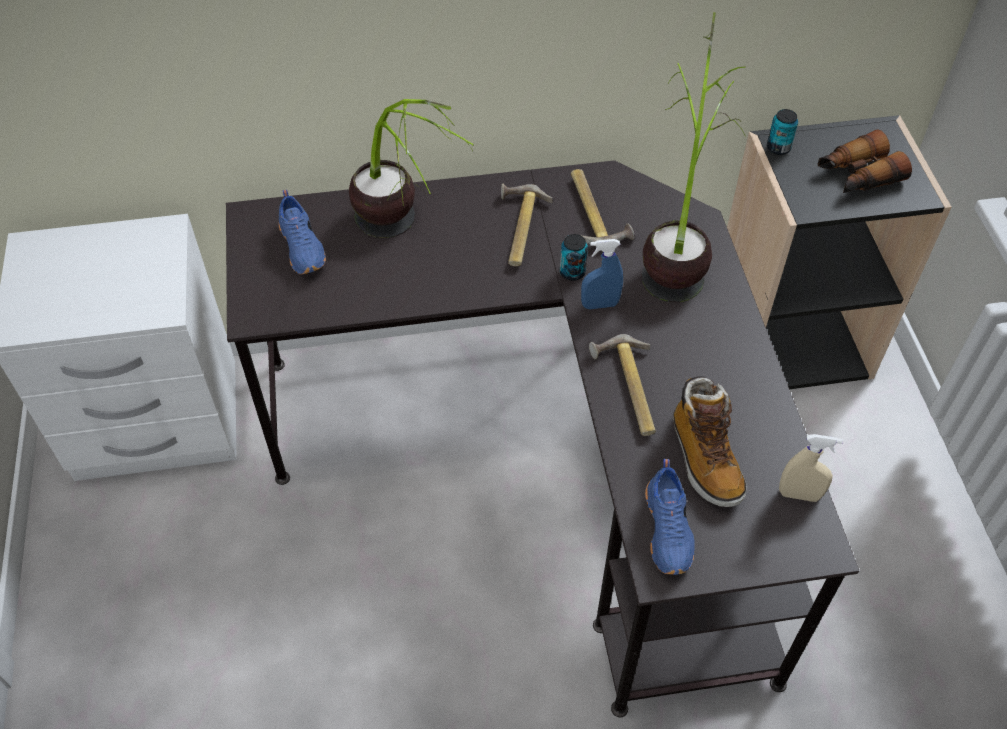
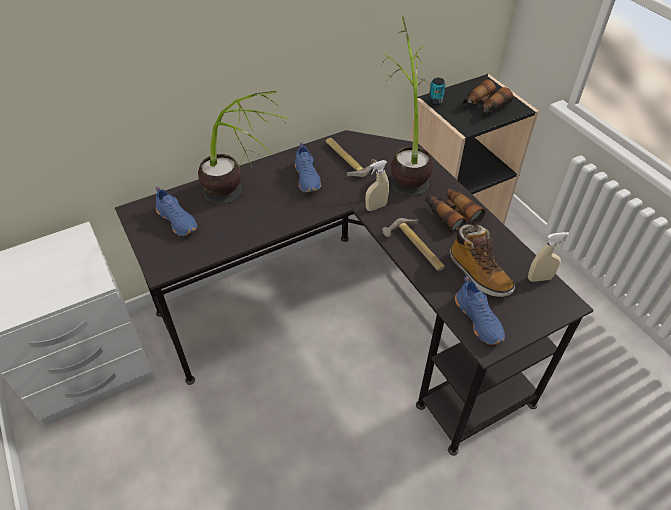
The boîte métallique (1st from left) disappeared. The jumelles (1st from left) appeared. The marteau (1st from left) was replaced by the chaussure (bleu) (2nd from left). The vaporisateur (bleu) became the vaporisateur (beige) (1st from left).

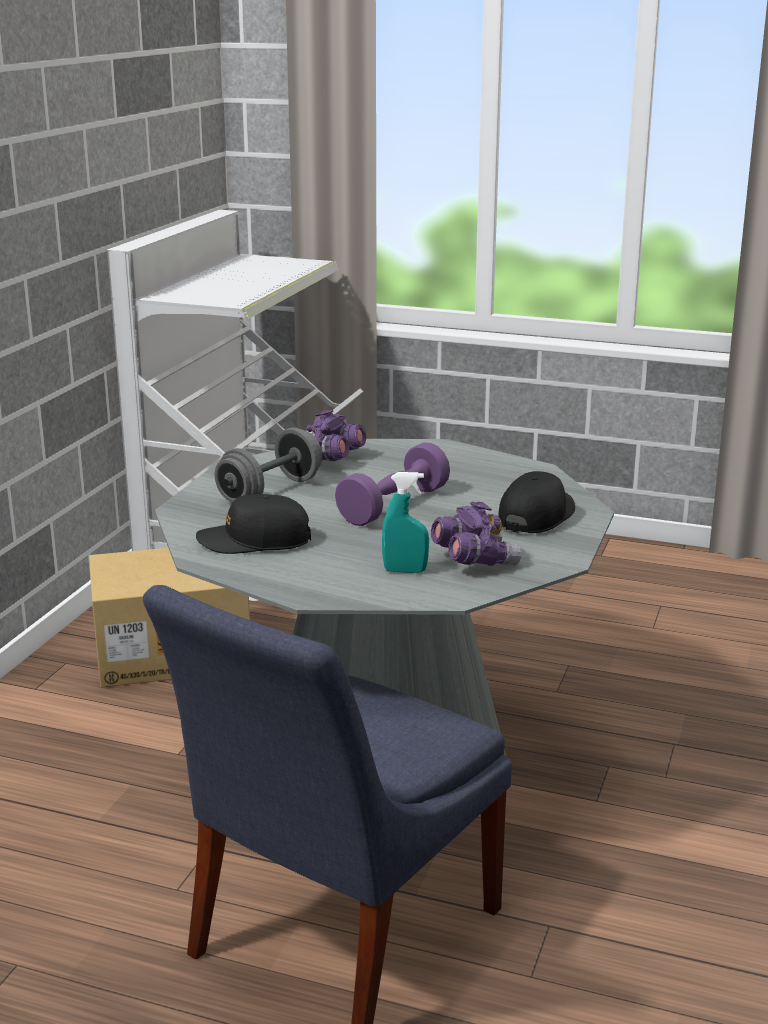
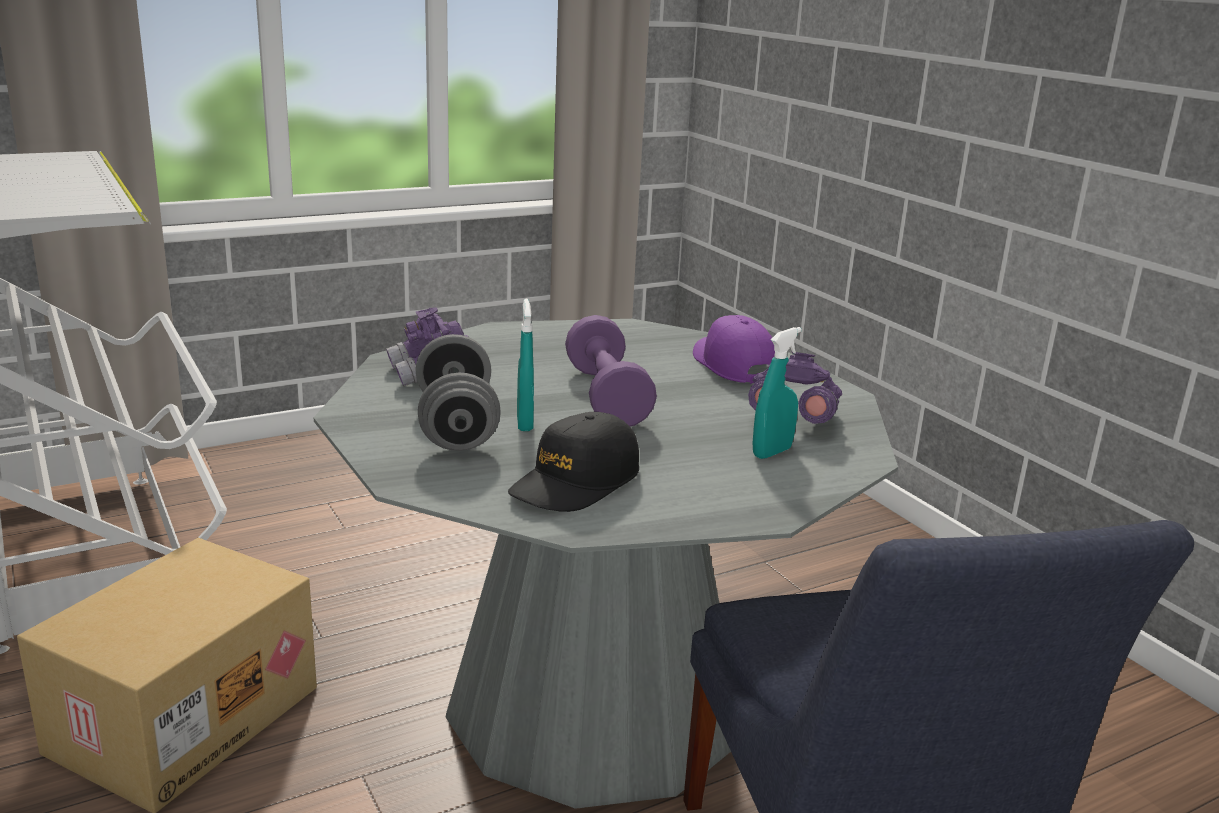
The vaporisateur (turquoise) (1st from left) appeared. The casquette (noir) (2nd from left) became the casquette (violet).

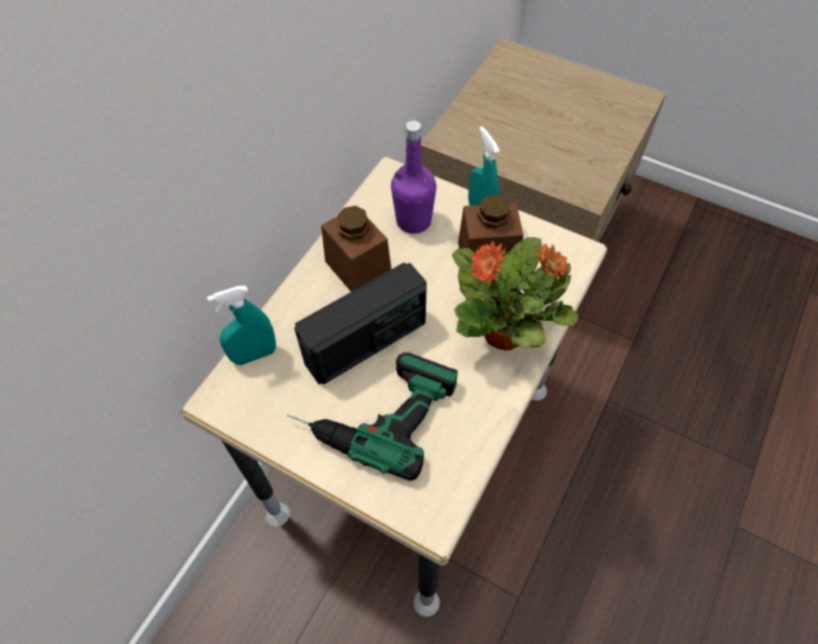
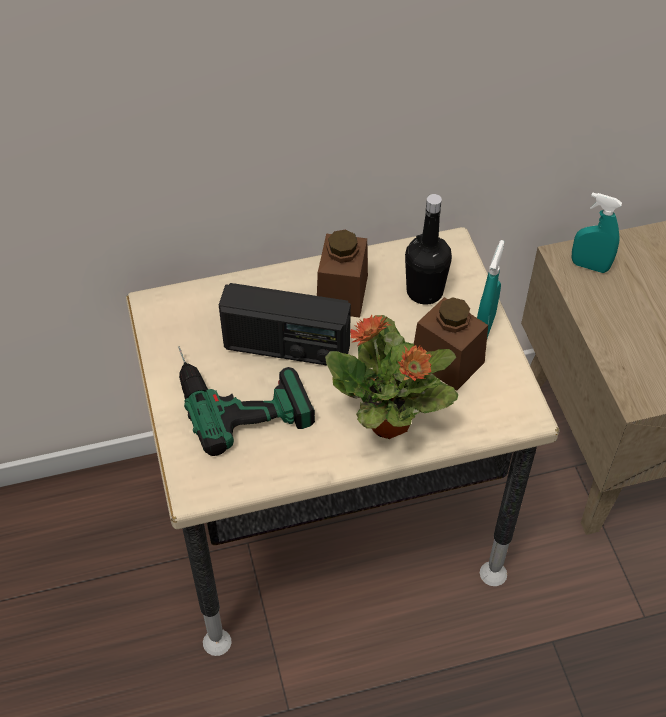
The vaporisateur (turquoise) (1st from left in the first image) moved. The bouteille (violet) became the bouteille (noir).

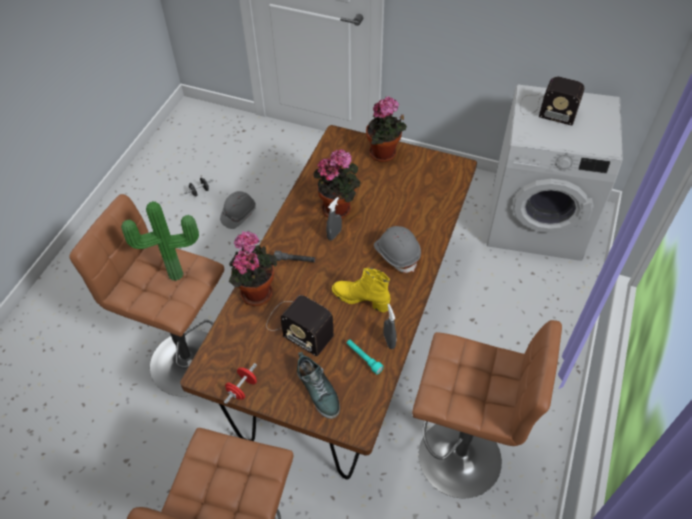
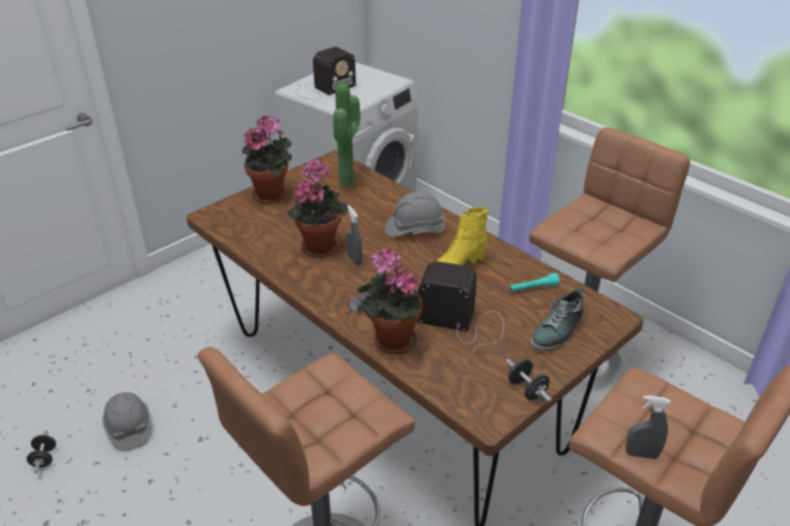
The plante en pot (1st from left in the first image) moved. The vaporisateur (gris) (2nd from left) moved. The haltère (rouge) became the haltère (noir) (2nd from left). The radio (1st from left in the first image) turned 135 degrees counterclockwise. The chaussure turned 135 degrees clockwise.

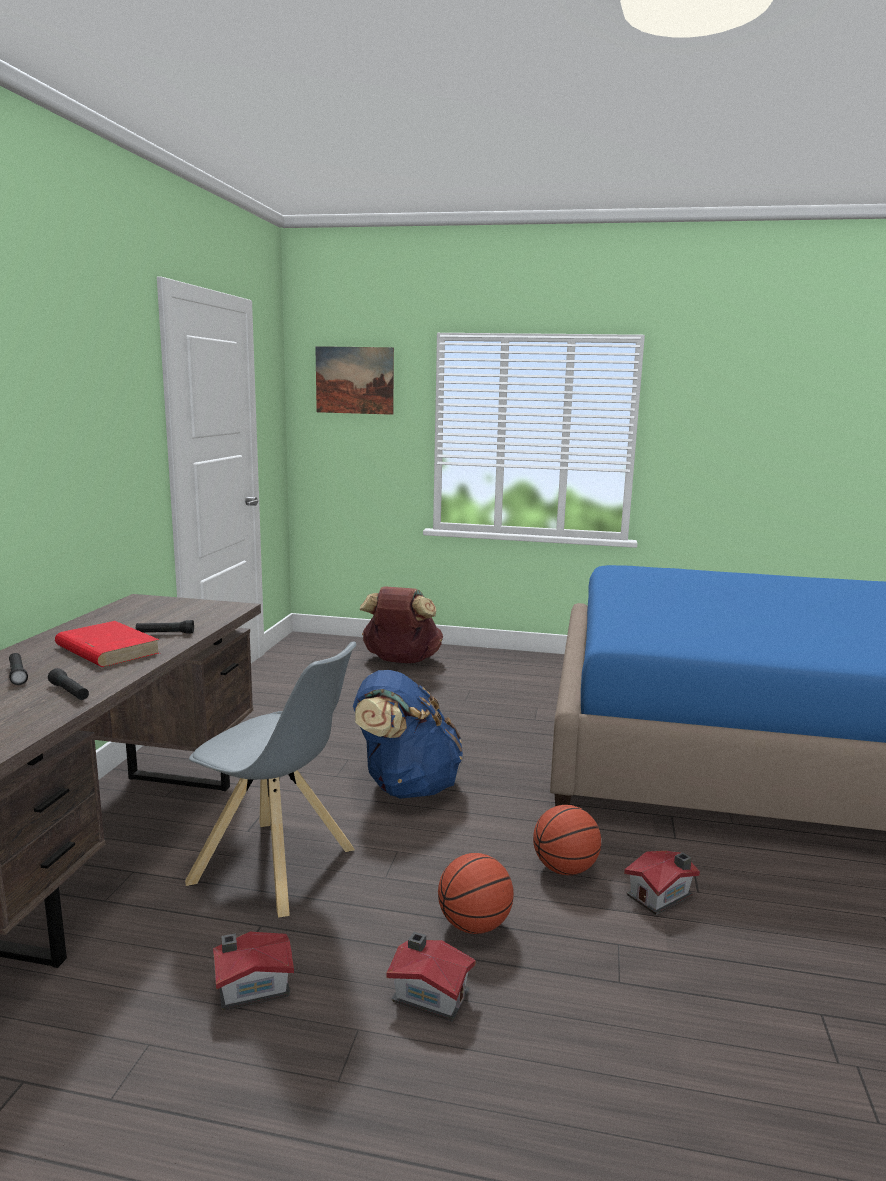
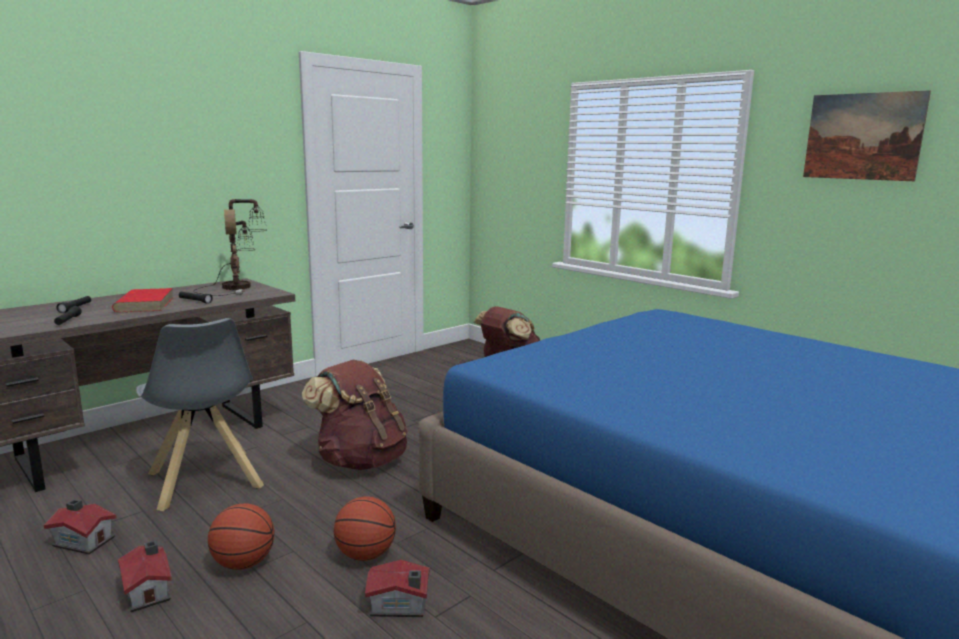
The lampe de table appeared. The tableau moved. The sac à dos (bleu) became the sac à dos (marron) (1st from left).

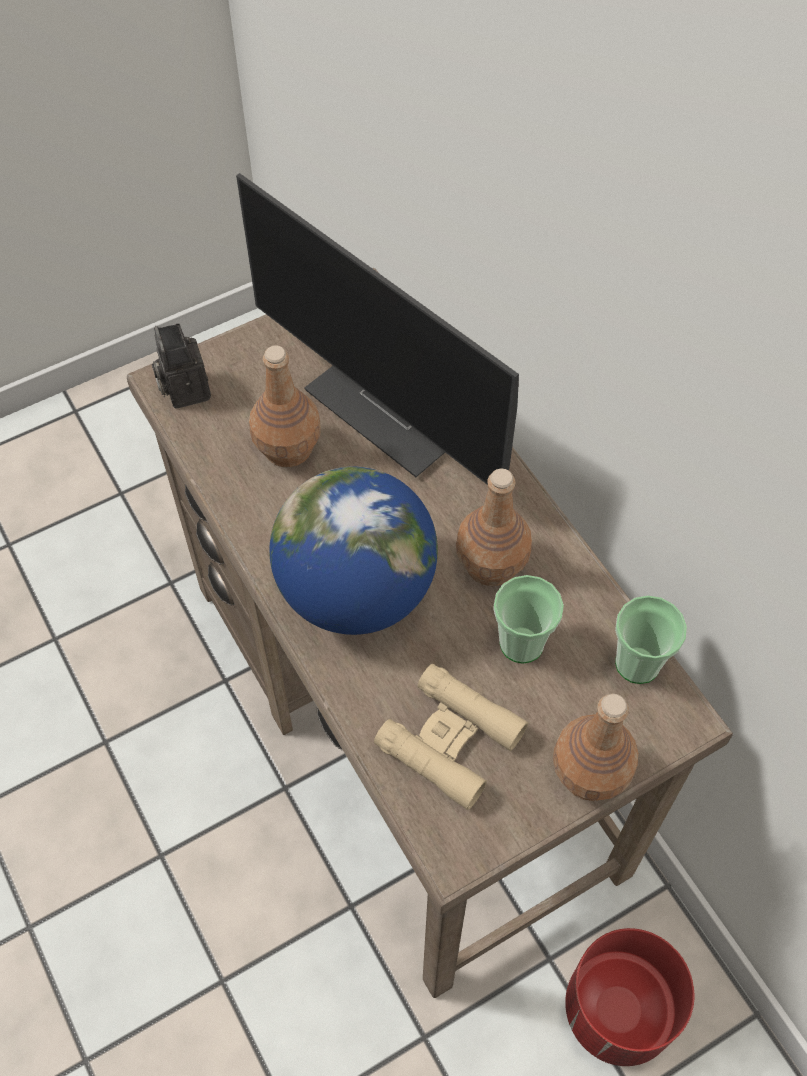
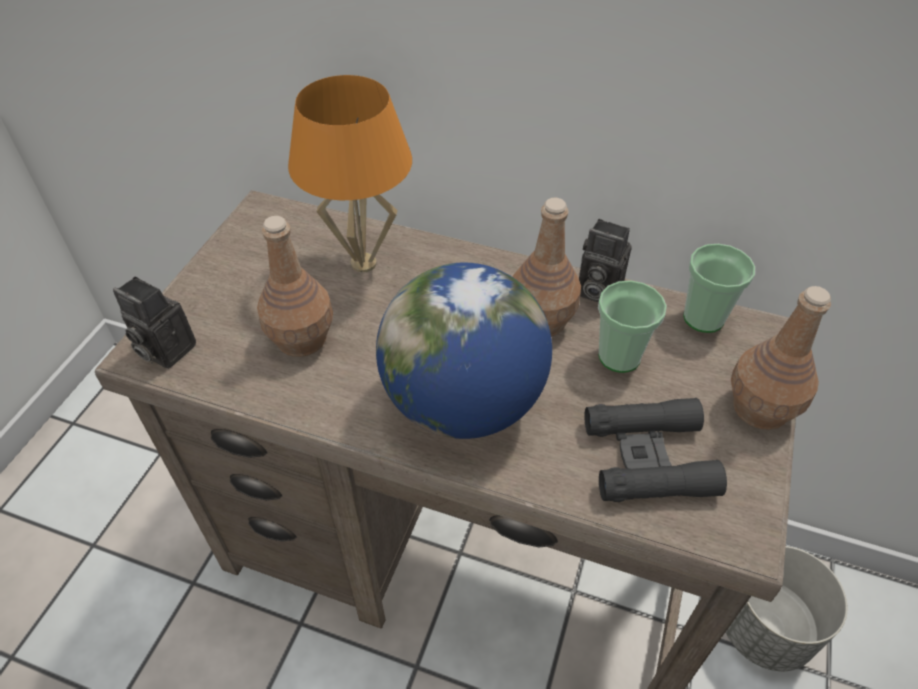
The appareil photo (2nd from left) appeared. The écran d'ordinateur was replaced by the lampe de table (orange). The jumelles (beige) became the jumelles (noir). The cache-pot (rouge) became the cache-pot (gris).

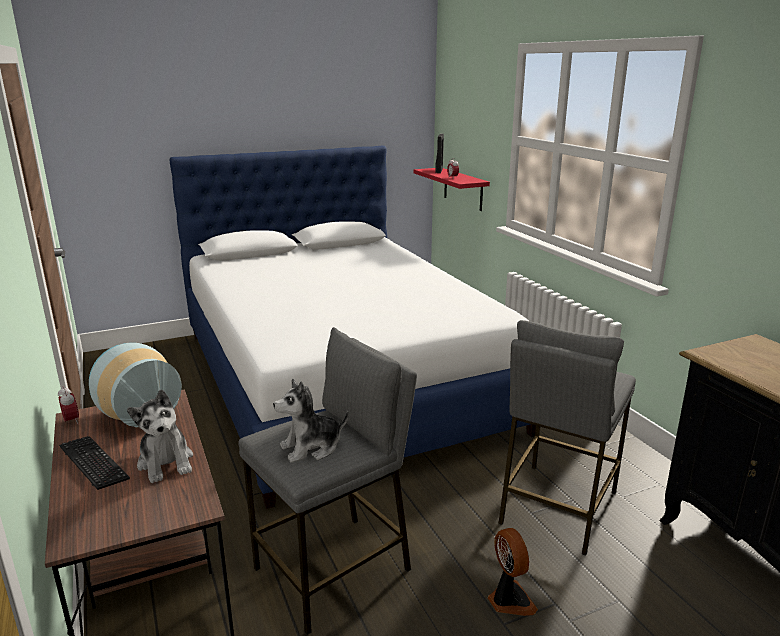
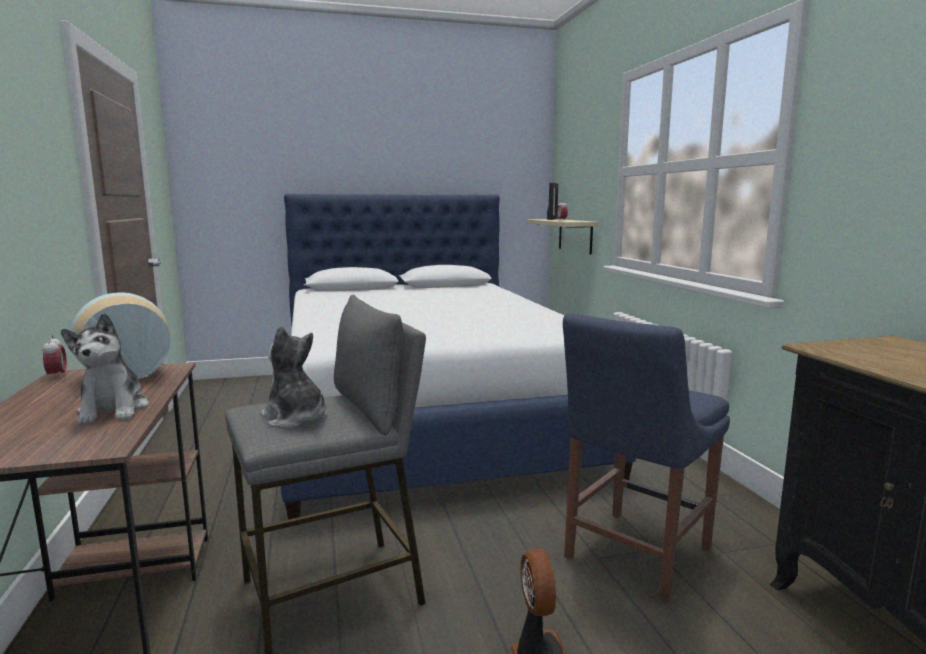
The clavier disappeared. The tabouret (gris) (2nd from left) was replaced by the chaise (bleu). The étagère (rouge) became the étagère (beige). The peluche (2nd from left) turned 60 degrees clockwise.

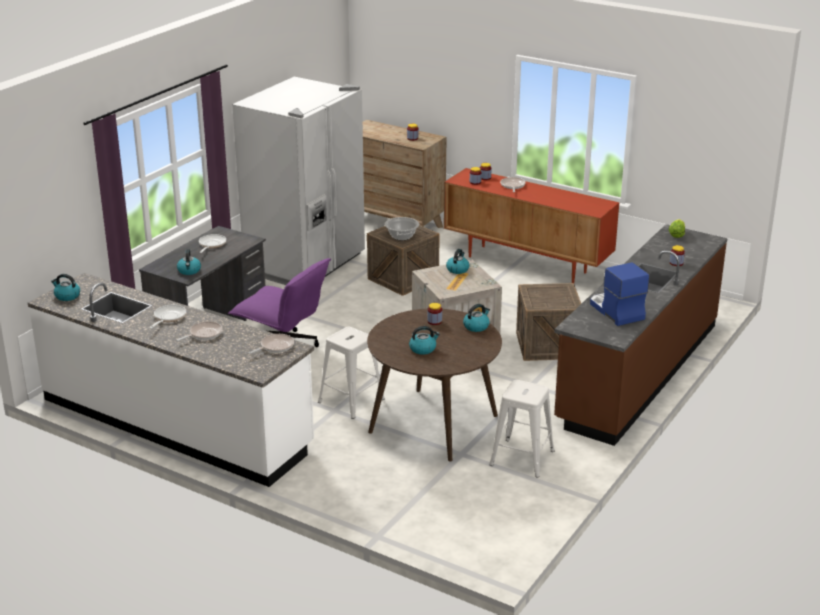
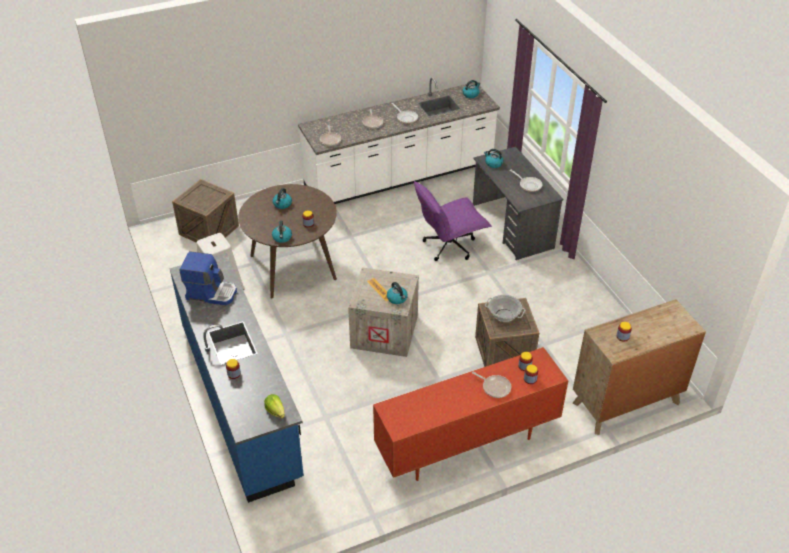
The réfrigérateur (blanc) disappeared. The tabouret (blanc) (1st from left) disappeared. The caisse (3rd from left in the first image) moved. The comptoir de cuisine (marron) became the comptoir de cuisine (bleu).

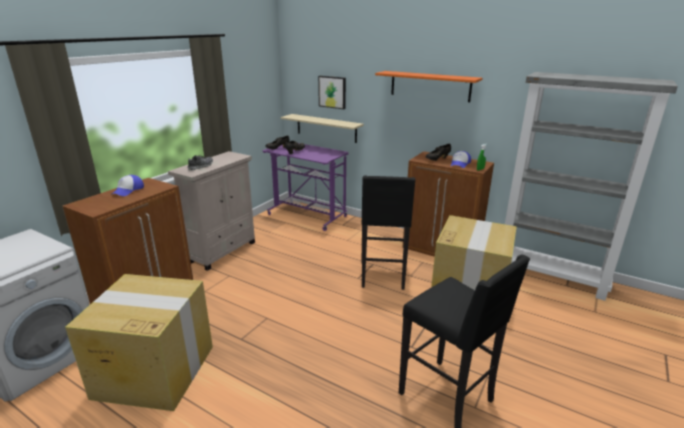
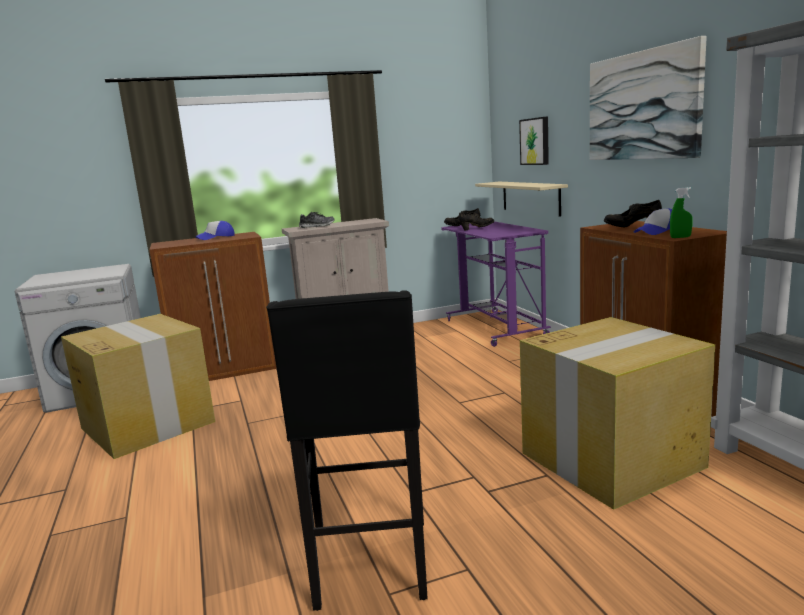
The tabouret (noir) (1st from left) disappeared. The étagère (orange) was replaced by the tableau (2nd from left).

